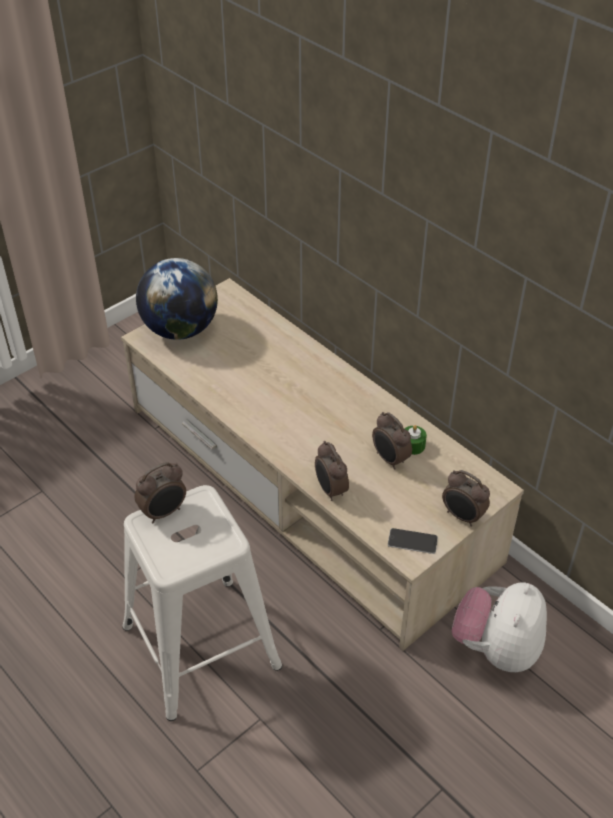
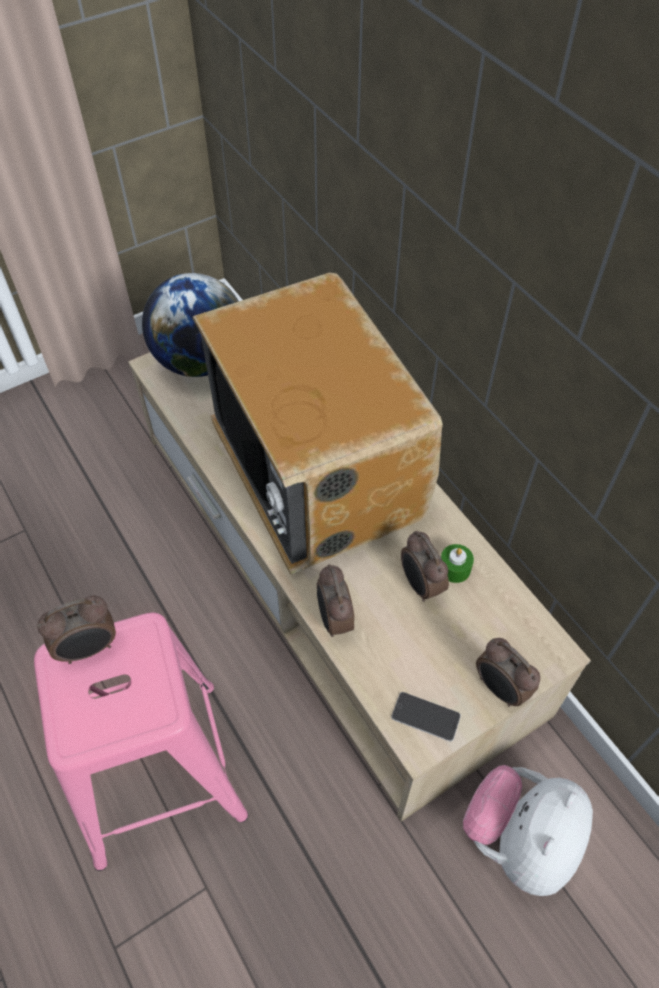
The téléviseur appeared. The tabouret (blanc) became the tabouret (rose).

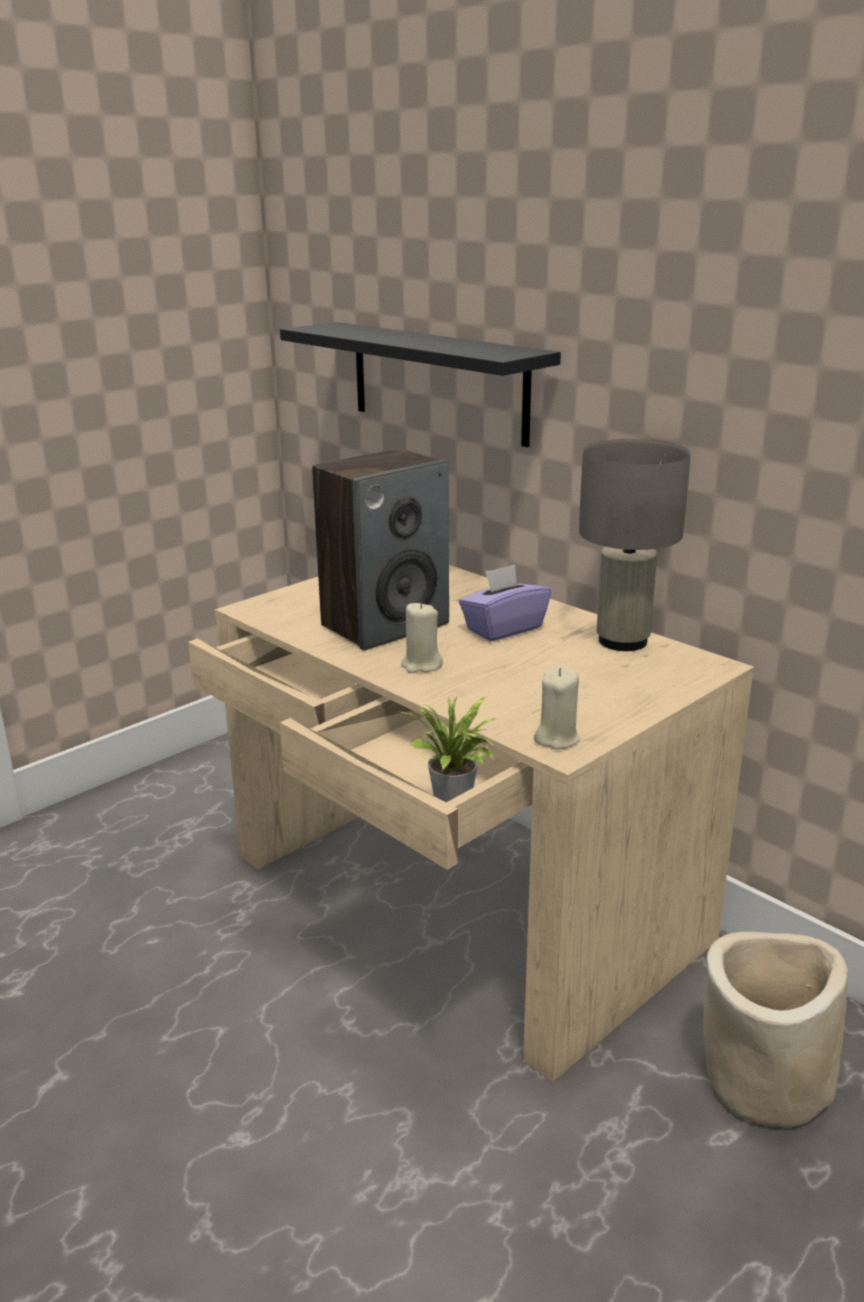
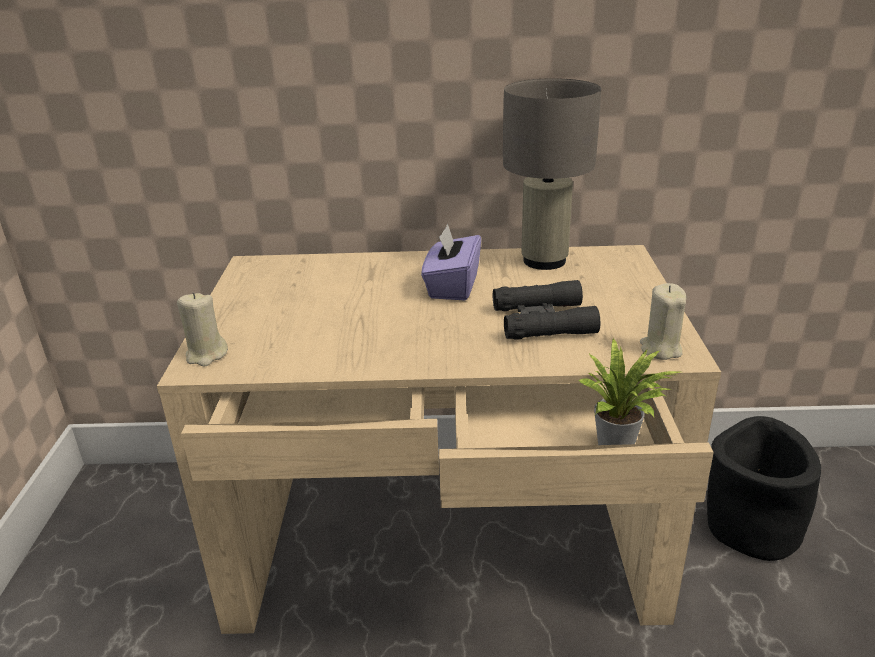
The étagère (noir) disappeared. The enceinte disappeared. The jumelles (noir) appeared. The bougie (beige) (1st from left) moved. The cache-pot (beige) became the cache-pot (noir).

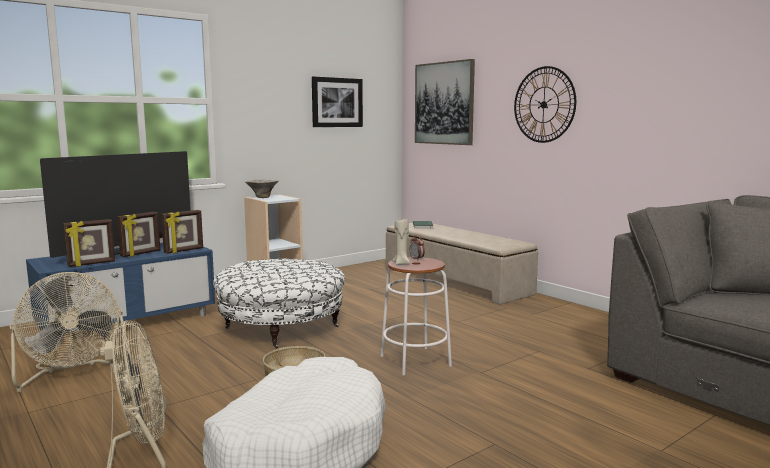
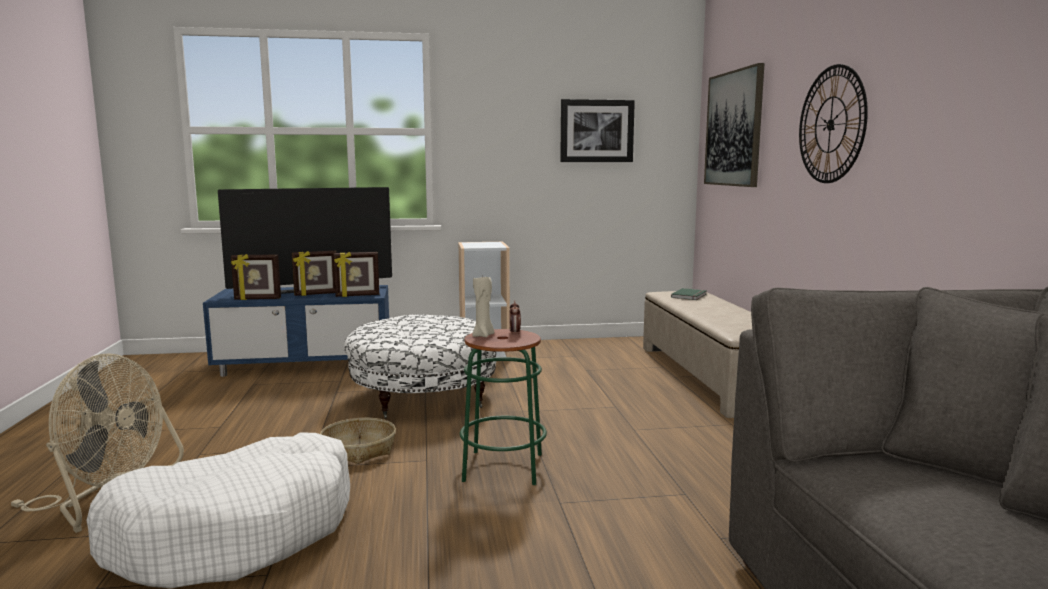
The ventilateur (beige) (1st from left) disappeared. The bol disappeared. The tabouret (blanc) became the tabouret (vert).

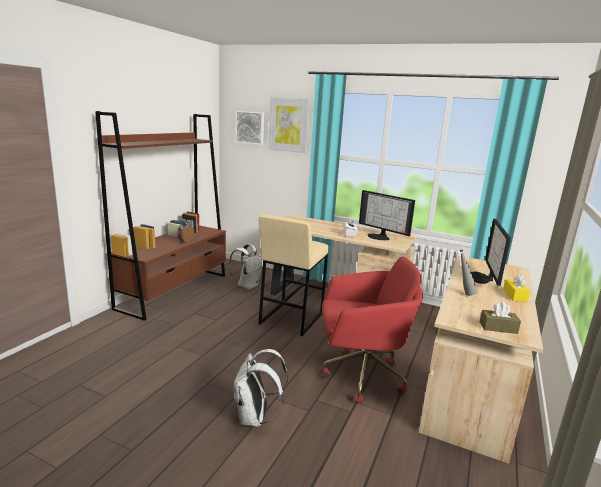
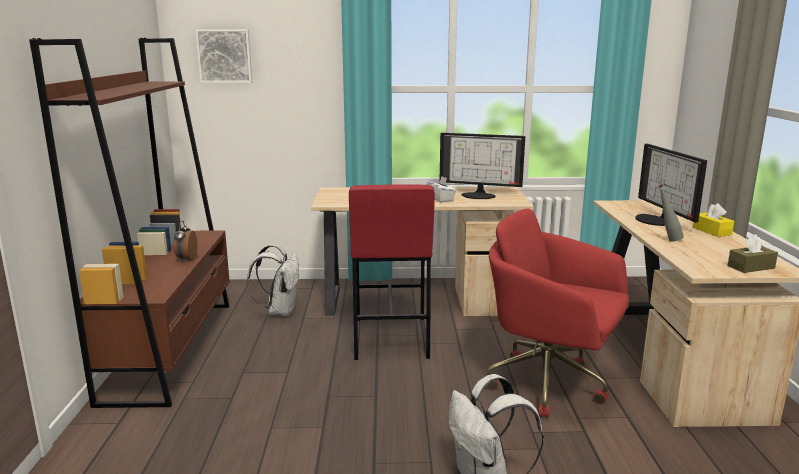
The tableau (2nd from left) disappeared. The tabouret (beige) became the tabouret (rouge). The chaise de bureau (rouge) turned 120 degrees counterclockwise.

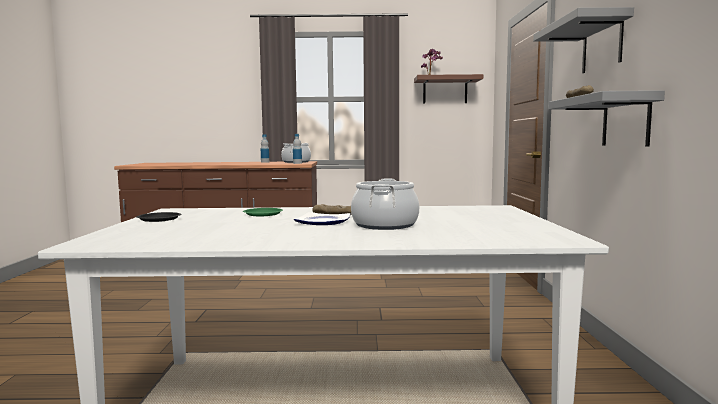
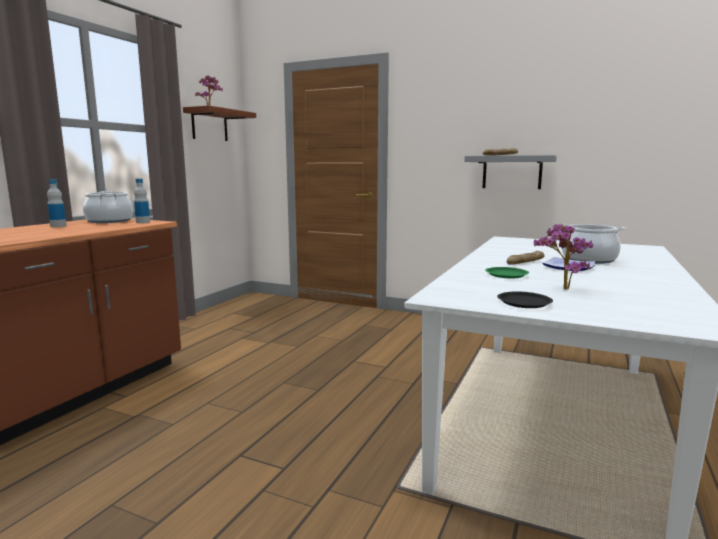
The étagère (gris) (1st from left) disappeared. The plante en pot (2nd from left) appeared.

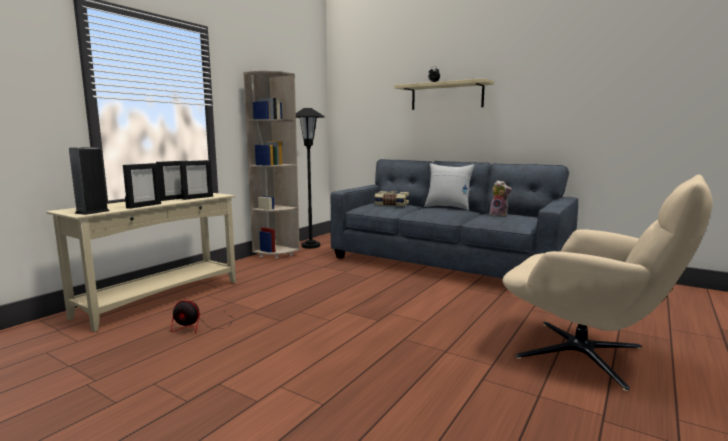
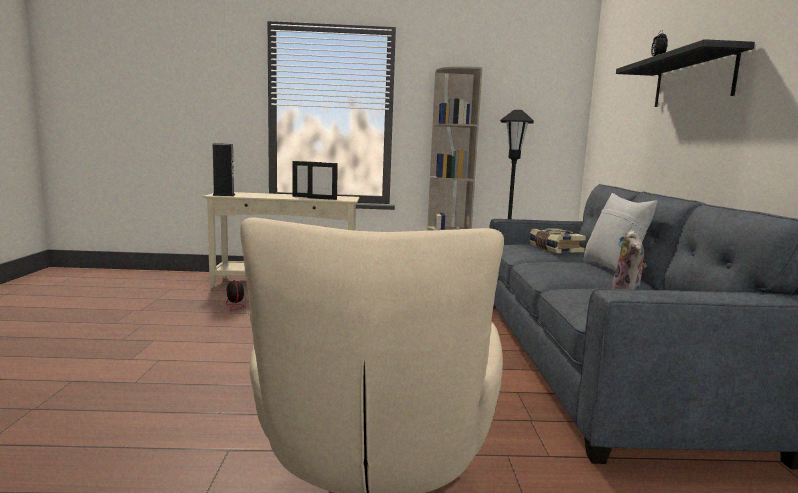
The cadre photo (1st from left) disappeared. The étagère (beige) became the étagère (noir).

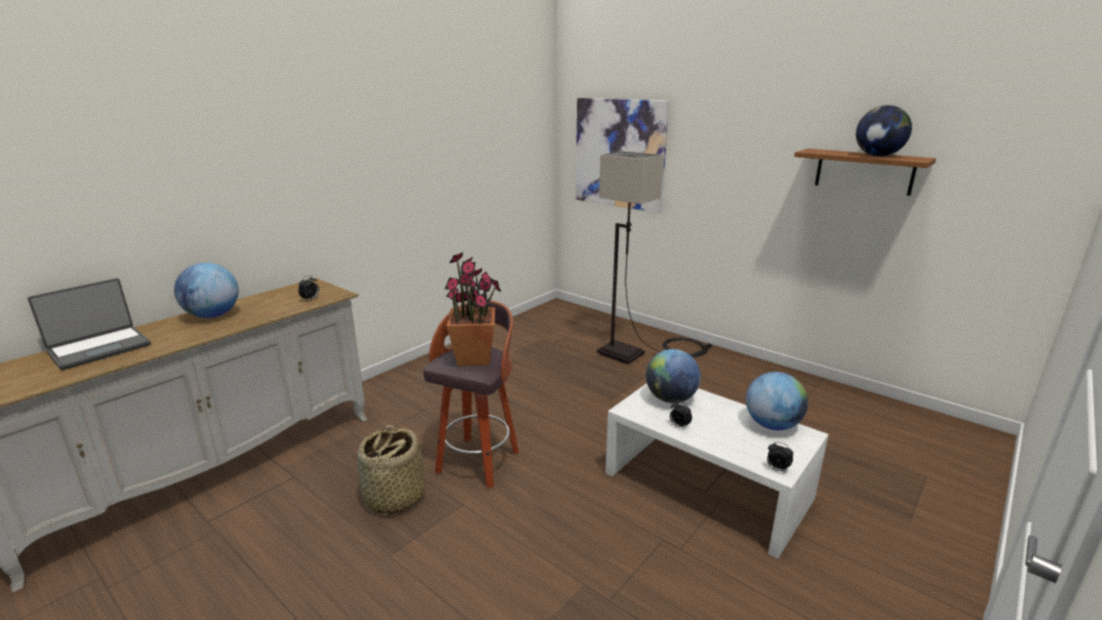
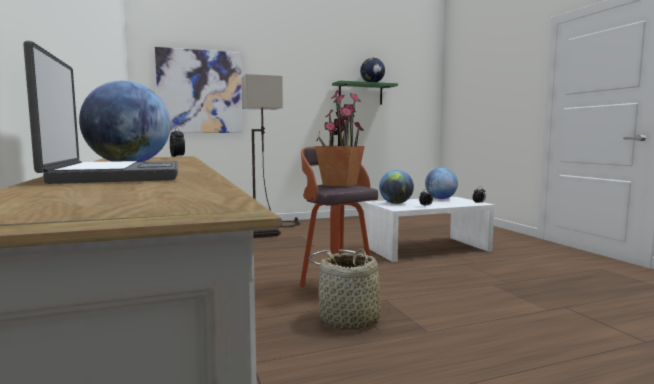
The étagère (marron) became the étagère (vert).

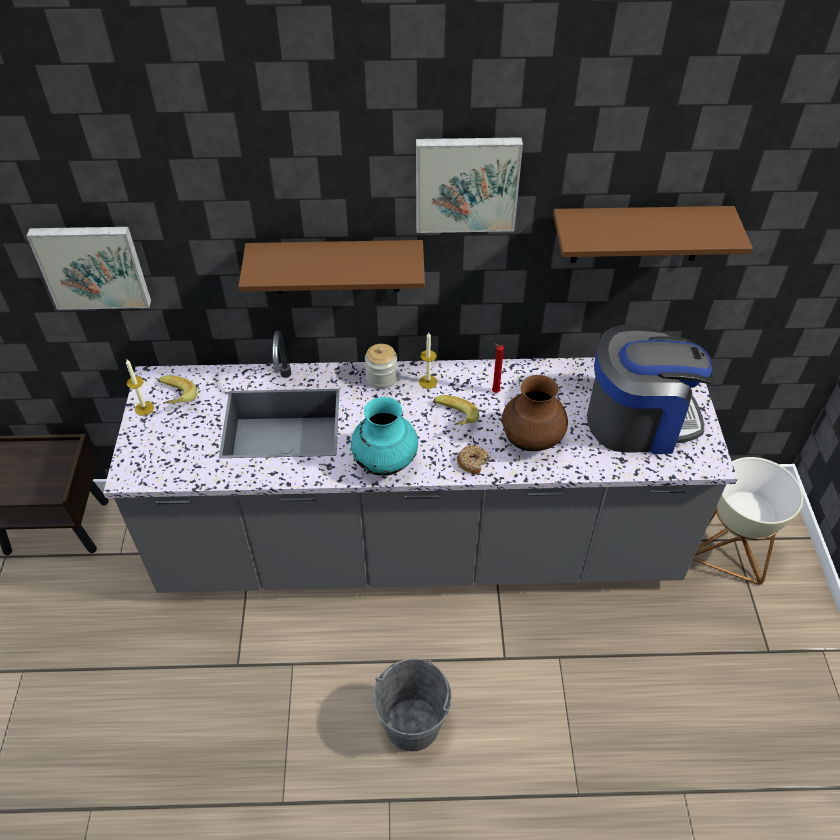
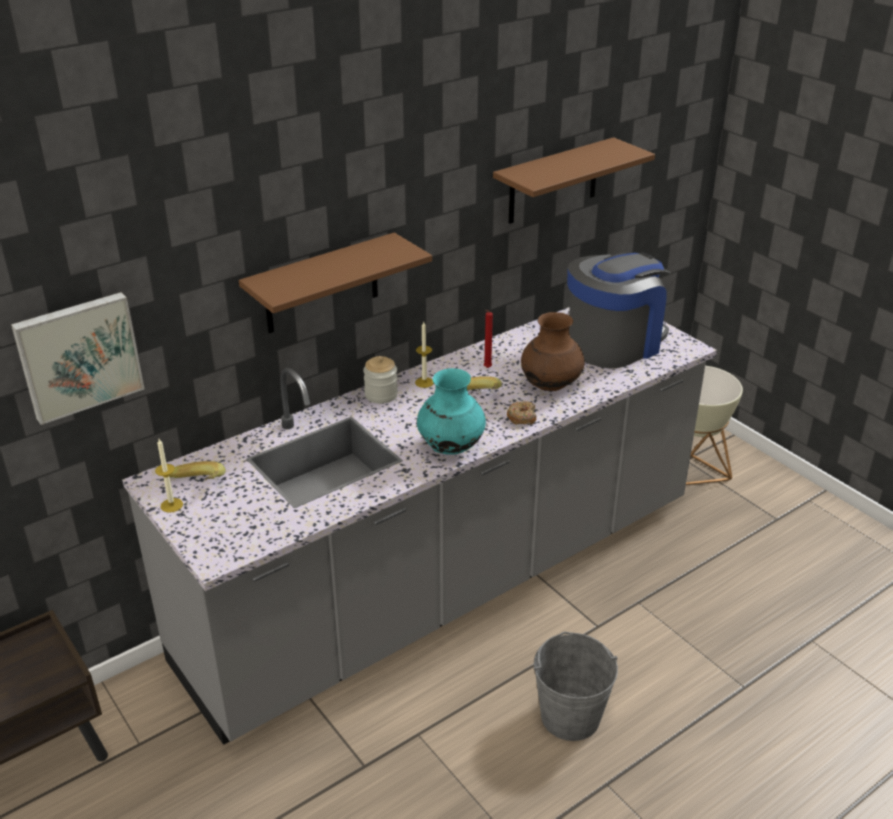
The tableau (2nd from left) disappeared.

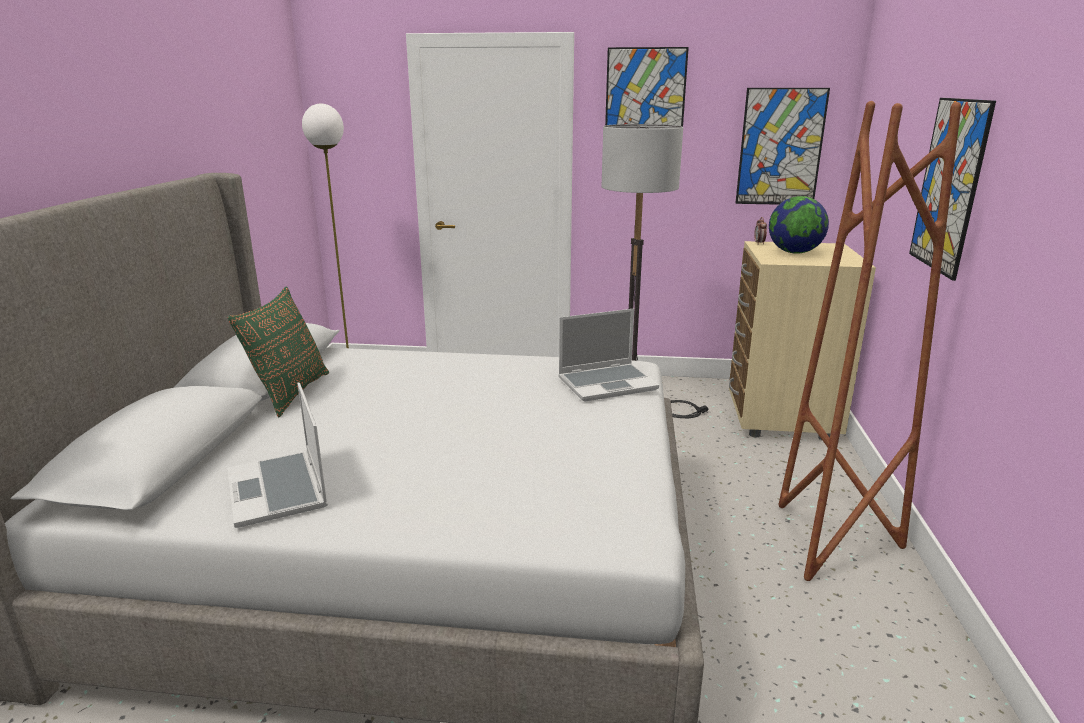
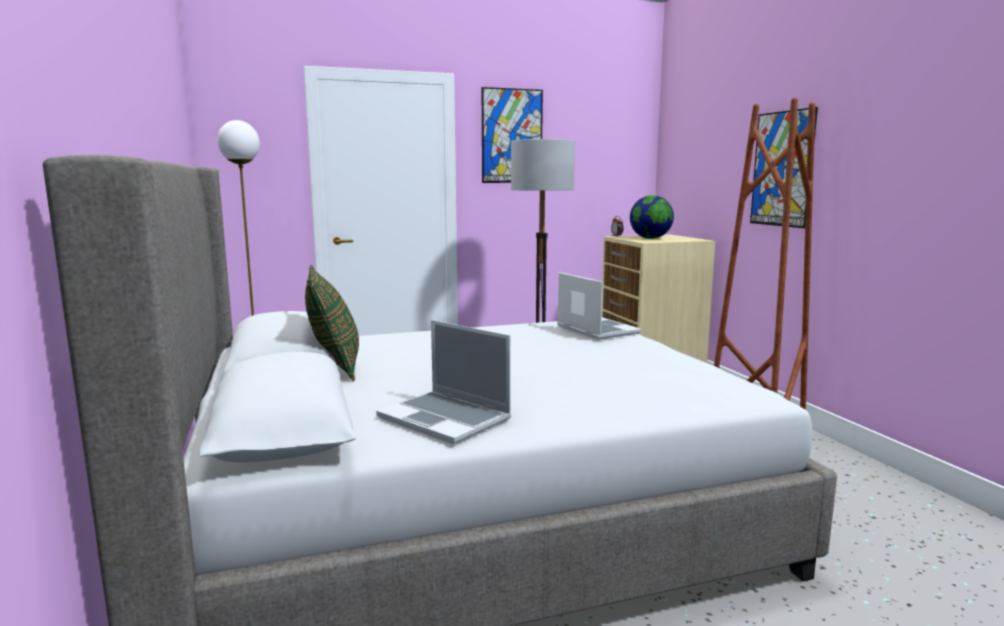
The tableau (2nd from left) disappeared. The ordinateur portable (2nd from left) turned 75 degrees counterclockwise.

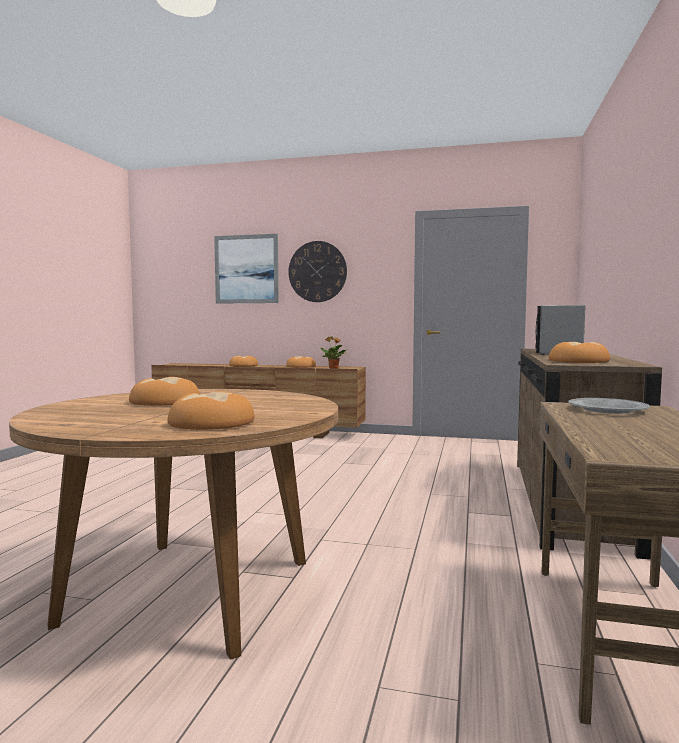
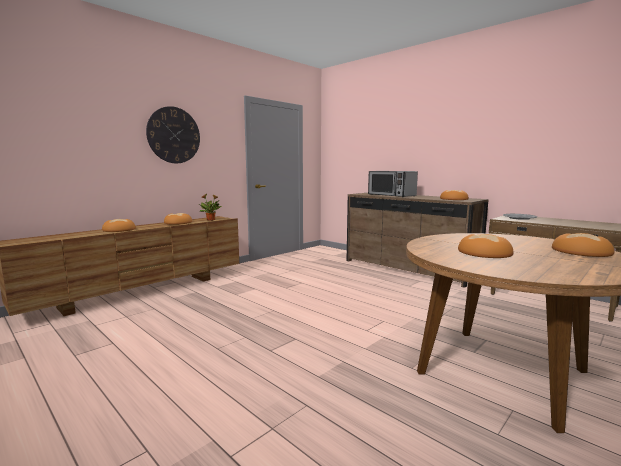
The tableau disappeared.

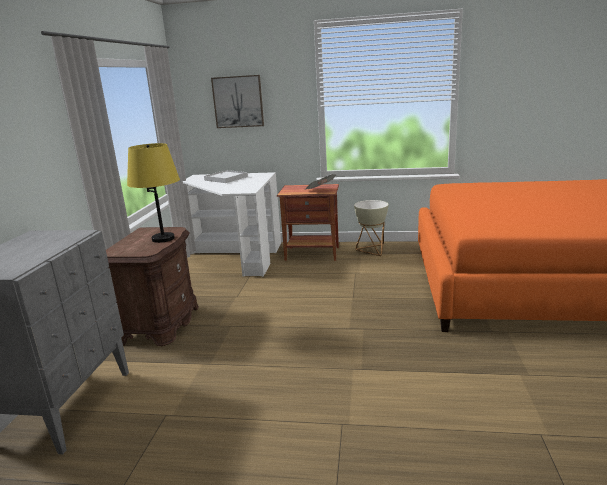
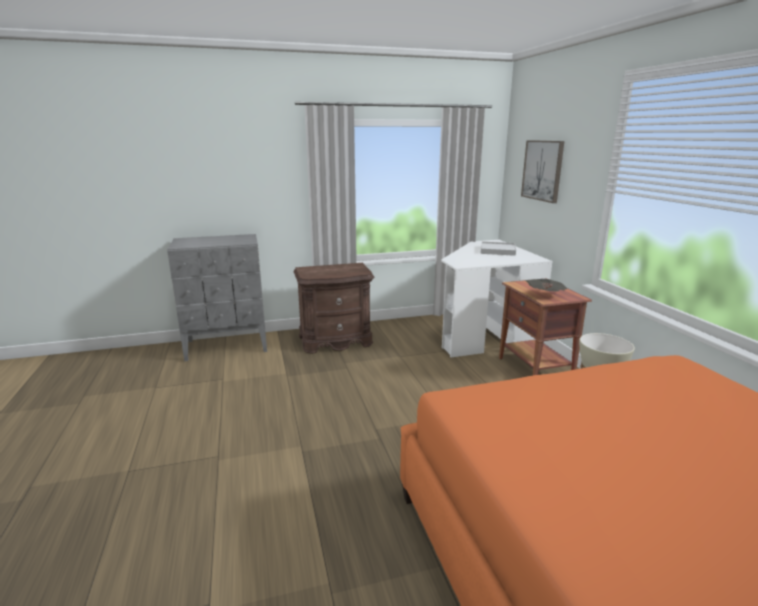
The lampe de table (jaune) disappeared.

